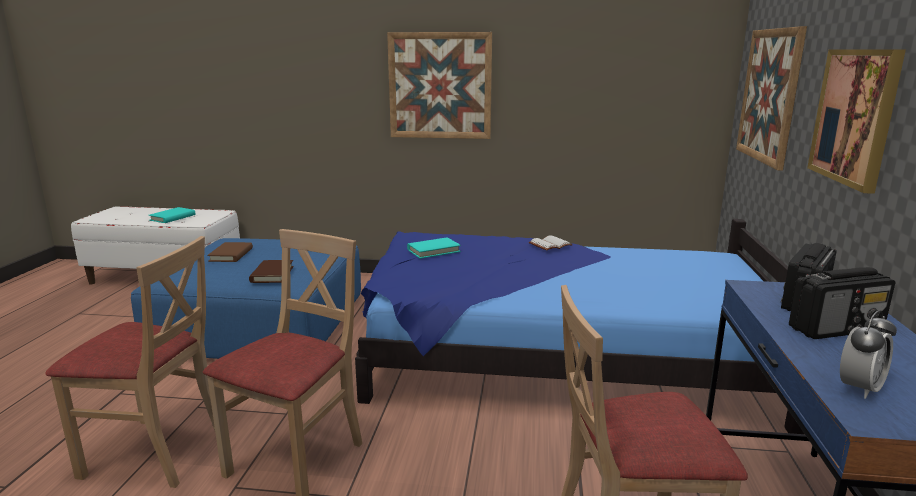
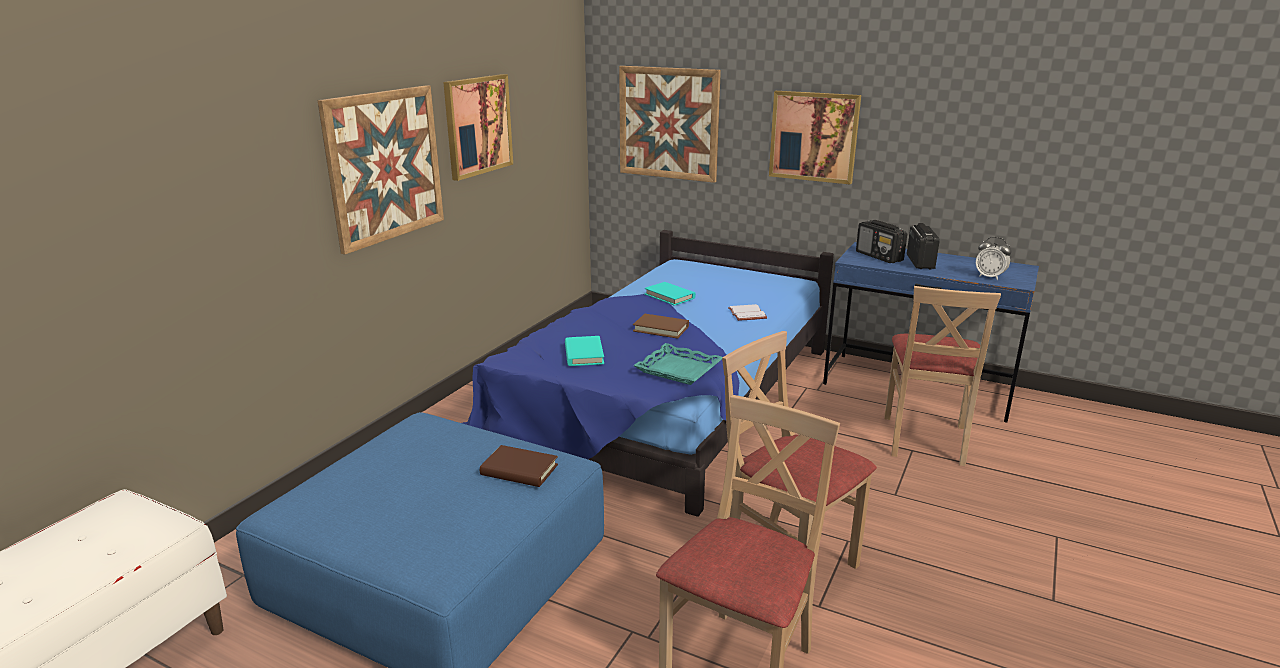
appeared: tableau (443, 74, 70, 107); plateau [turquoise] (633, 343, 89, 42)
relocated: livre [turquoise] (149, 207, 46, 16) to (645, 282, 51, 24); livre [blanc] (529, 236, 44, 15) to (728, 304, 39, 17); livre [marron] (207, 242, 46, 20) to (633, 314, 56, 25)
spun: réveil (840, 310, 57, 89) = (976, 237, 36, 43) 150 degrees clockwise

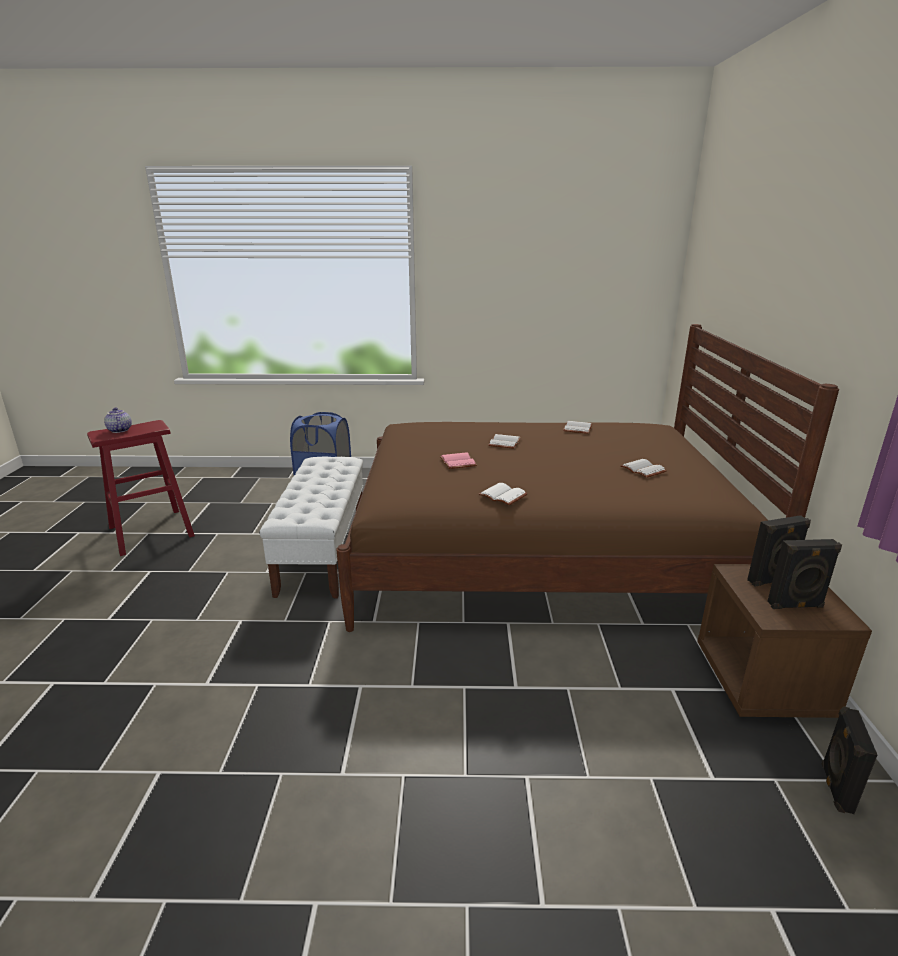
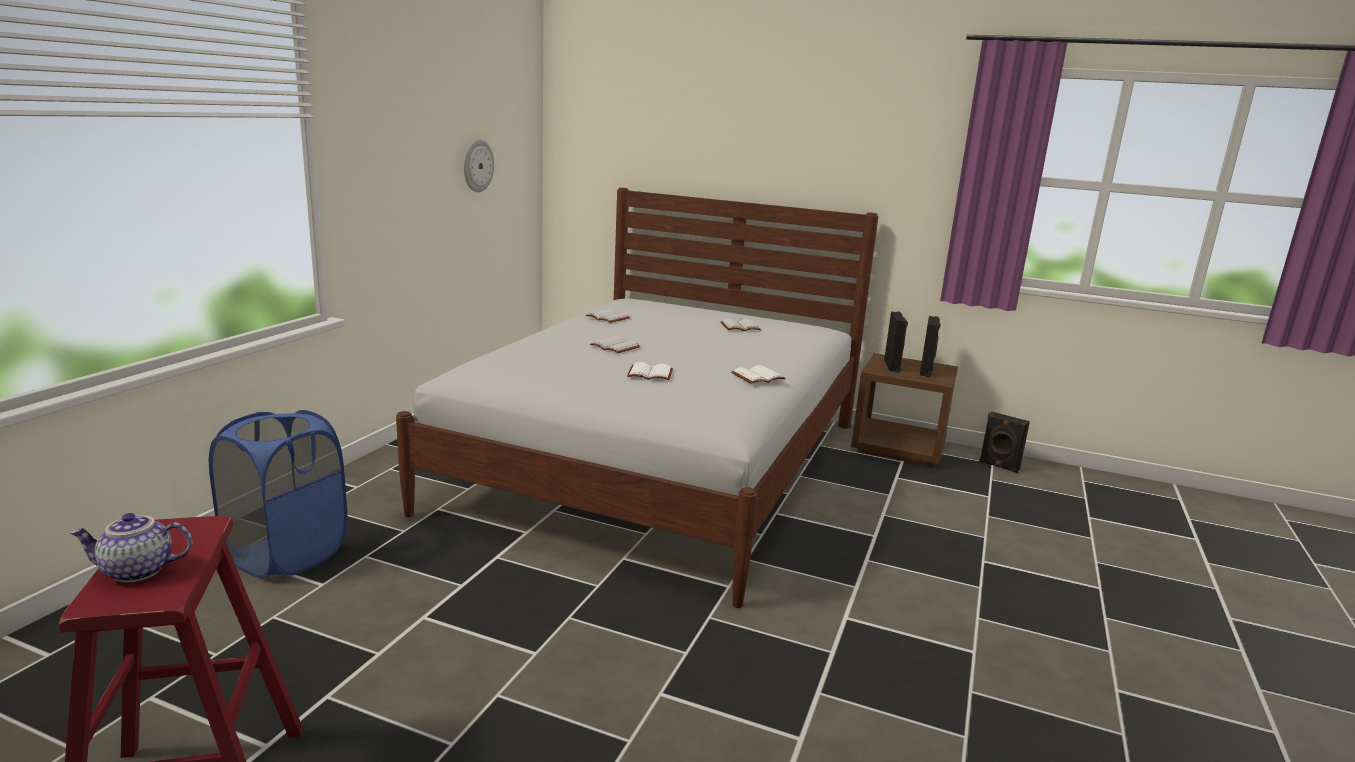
missing: banc [blanc] (259, 456, 104, 142)
appeared: horloge murale (464, 140, 30, 52)
colour: lit [marron] (337, 324, 502, 308) to lit [blanc] (396, 188, 482, 420); livre [rose] (440, 452, 37, 17) to livre [blanc] (627, 362, 46, 18)

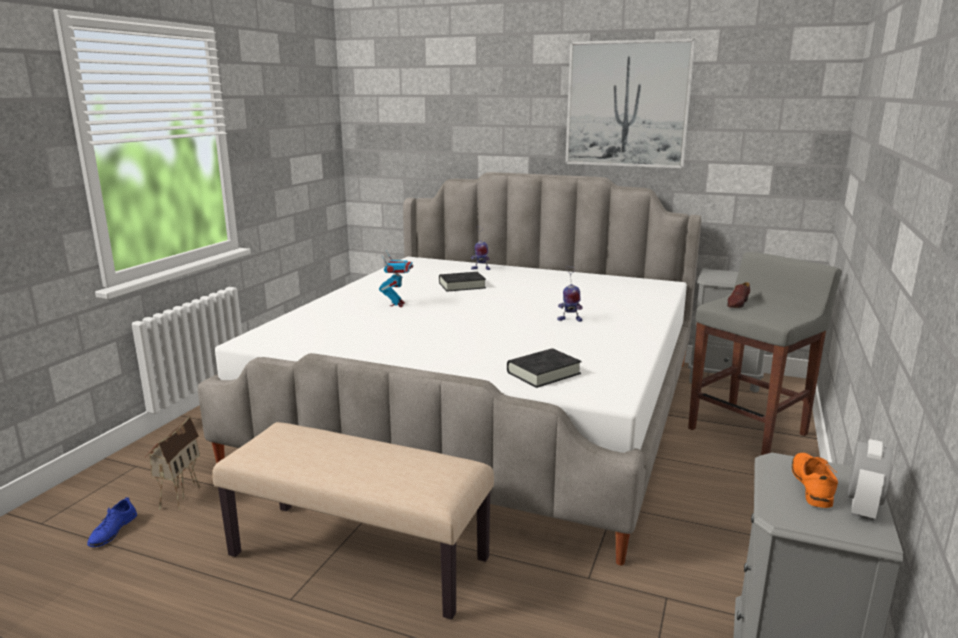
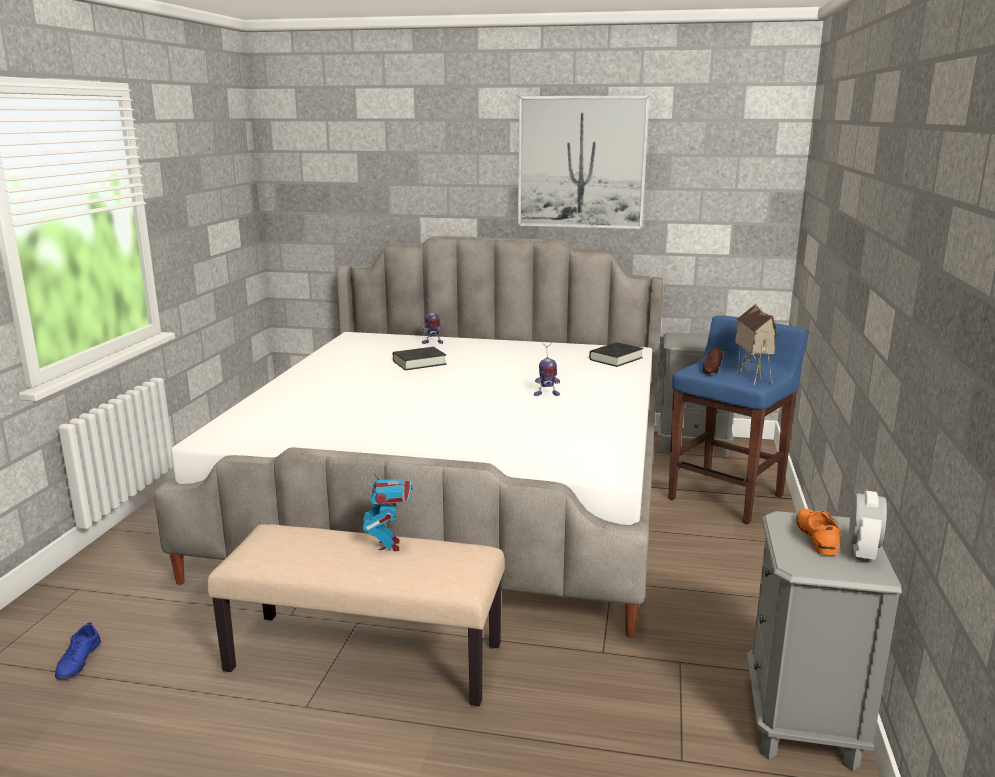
relocated: robot jouet (379, 251, 34, 56) to (363, 466, 49, 85); livre [noir] (507, 348, 75, 40) to (589, 342, 54, 25); maison miniature (145, 416, 56, 95) to (735, 303, 43, 82)
colour: tabouret [gris] (688, 252, 154, 203) to tabouret [bleu] (668, 315, 141, 209)

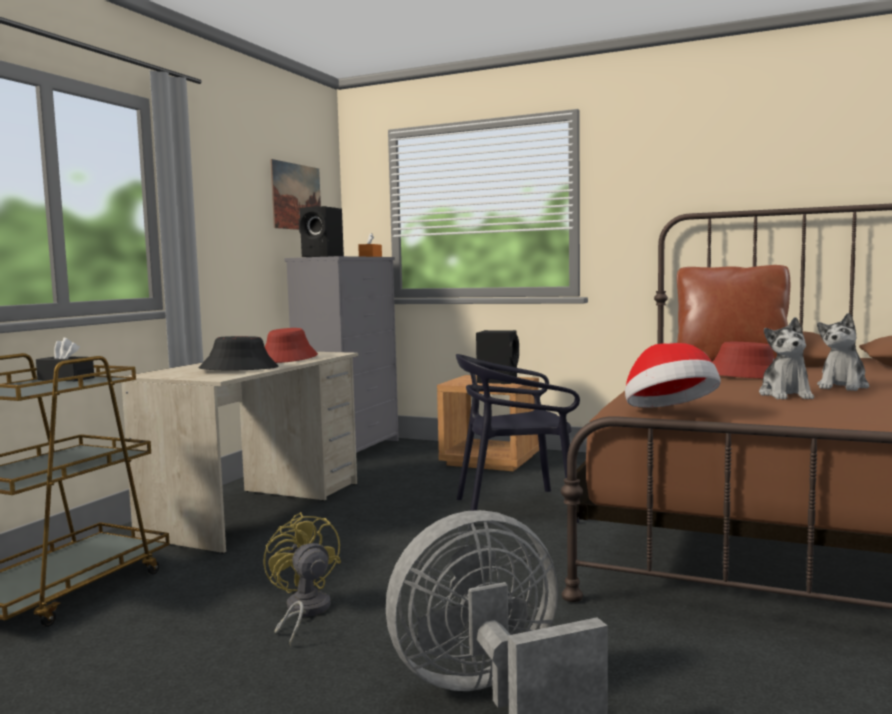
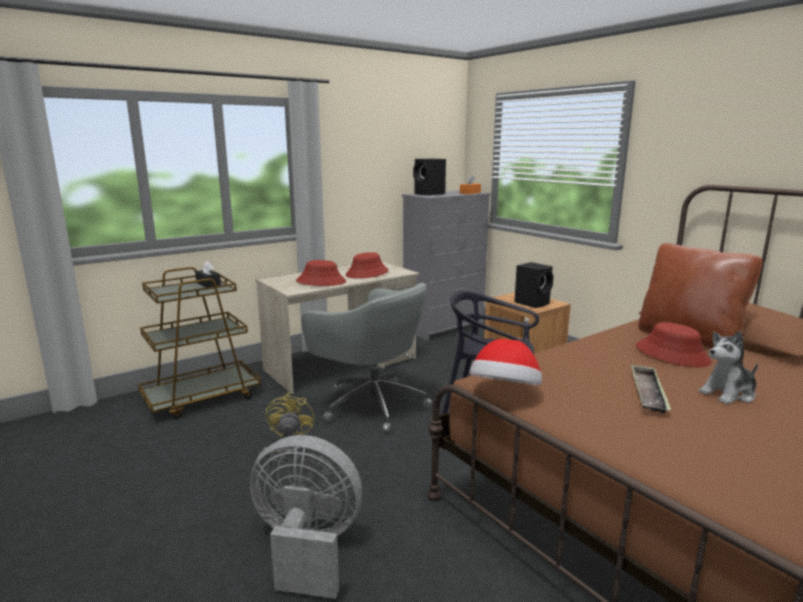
missing: tableau (270, 159, 51, 71)
appeared: chaise de bureau [gris] (301, 283, 131, 150)
exchanged: peluche (759, 317, 55, 82) to plateau (631, 364, 40, 50)
colour: chapeau [noir] (199, 336, 80, 34) to chapeau [rouge] (296, 260, 50, 26)

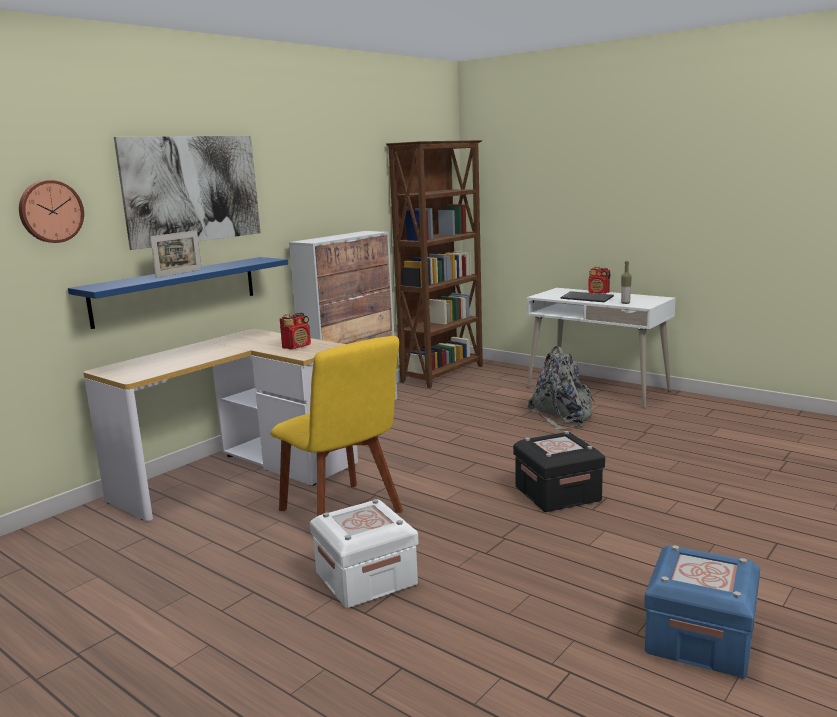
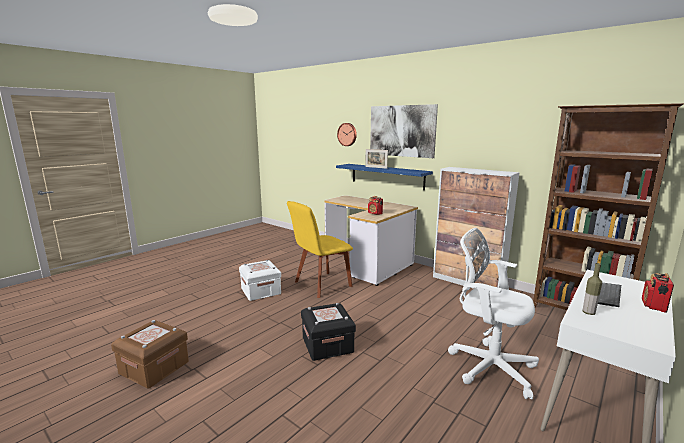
exchanged: sac à dos [gris] (527, 346, 68, 84) to chaise de bureau [blanc] (448, 228, 91, 171)
colour: boîte de rangement [bleu] (644, 545, 116, 133) to boîte de rangement [marron] (111, 320, 78, 69)

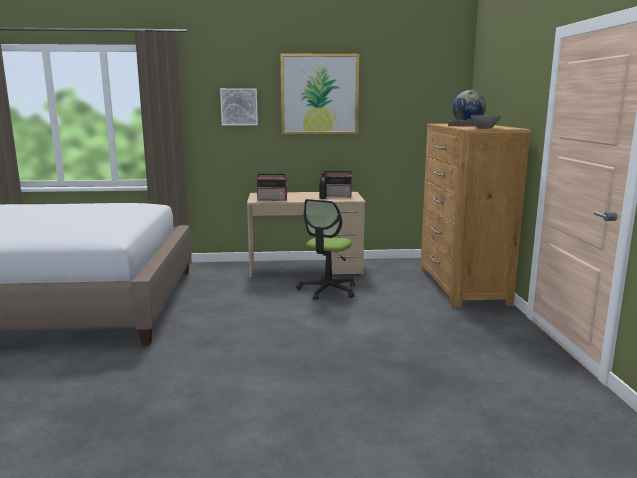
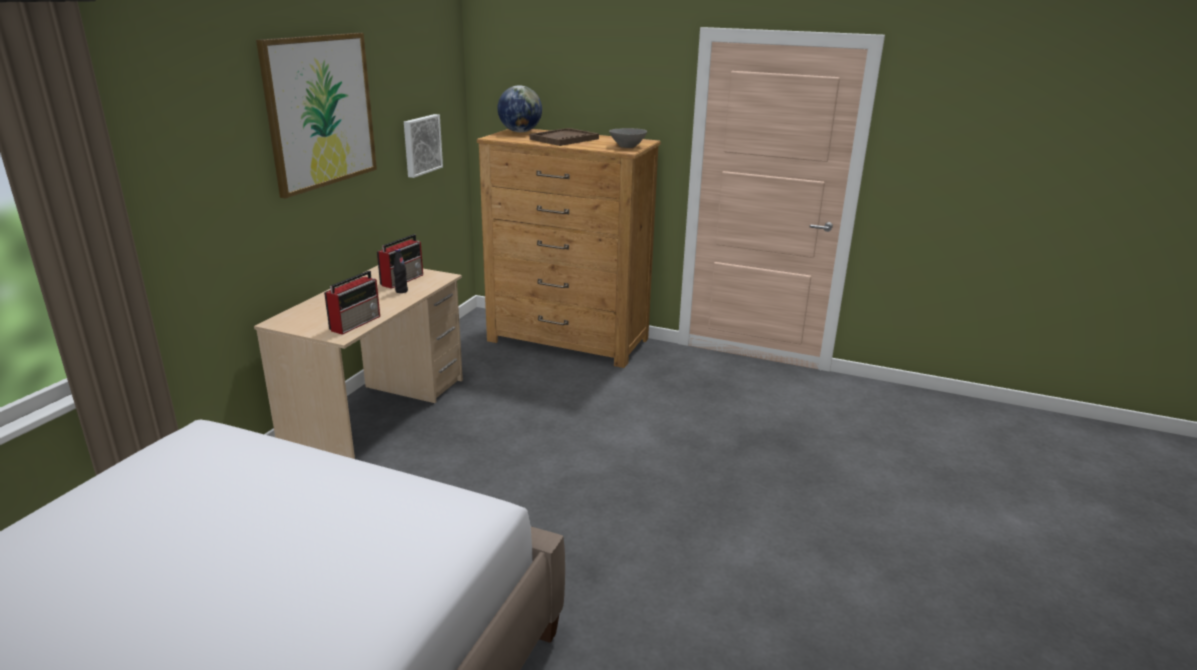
missing: chaise de bureau (296, 199, 59, 101)
relocated: tableau (220, 88, 38, 37) to (404, 114, 39, 64)

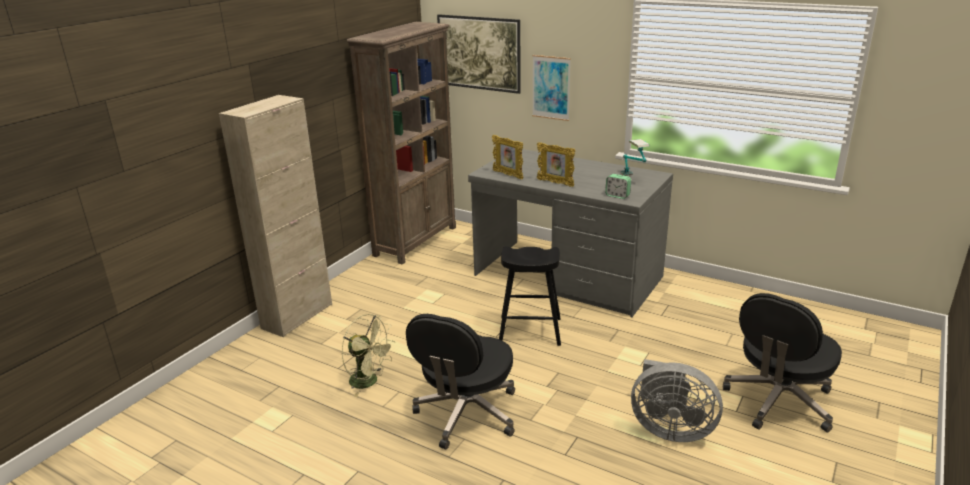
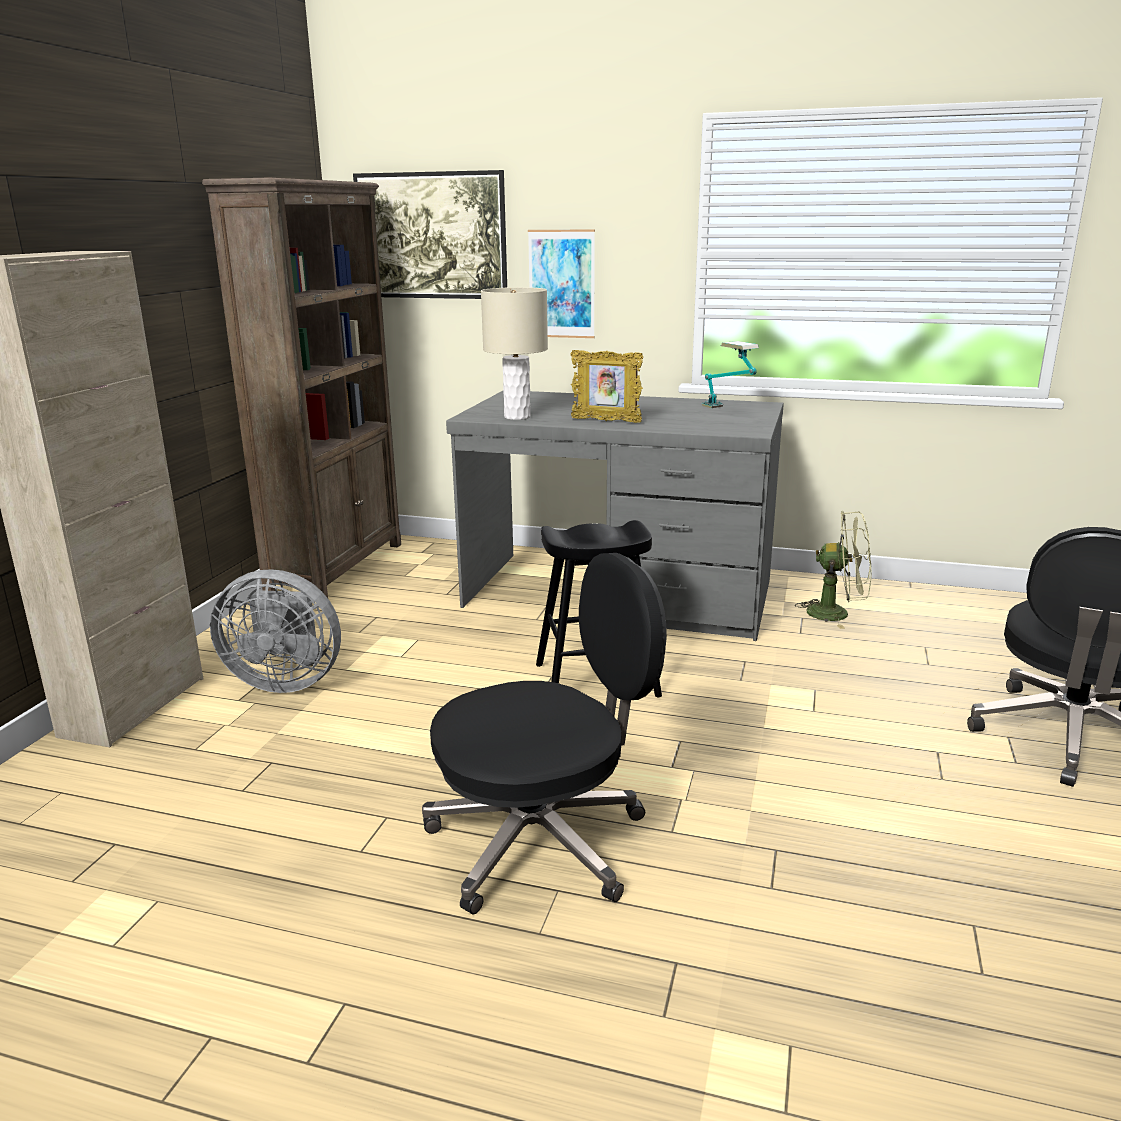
missing: réveil (605, 174, 26, 25)
relocated: ventilateur [vert] (341, 314, 54, 83) to (795, 510, 76, 119); ventilateur [gris] (631, 359, 92, 83) to (210, 569, 131, 124)
exchanged: cadre photo (492, 135, 31, 44) to lampe de table [beige] (481, 287, 67, 133)
spun: chaise de bureau [noir] (406, 314, 109, 136) = (422, 553, 245, 362) 120 degrees counterclockwise

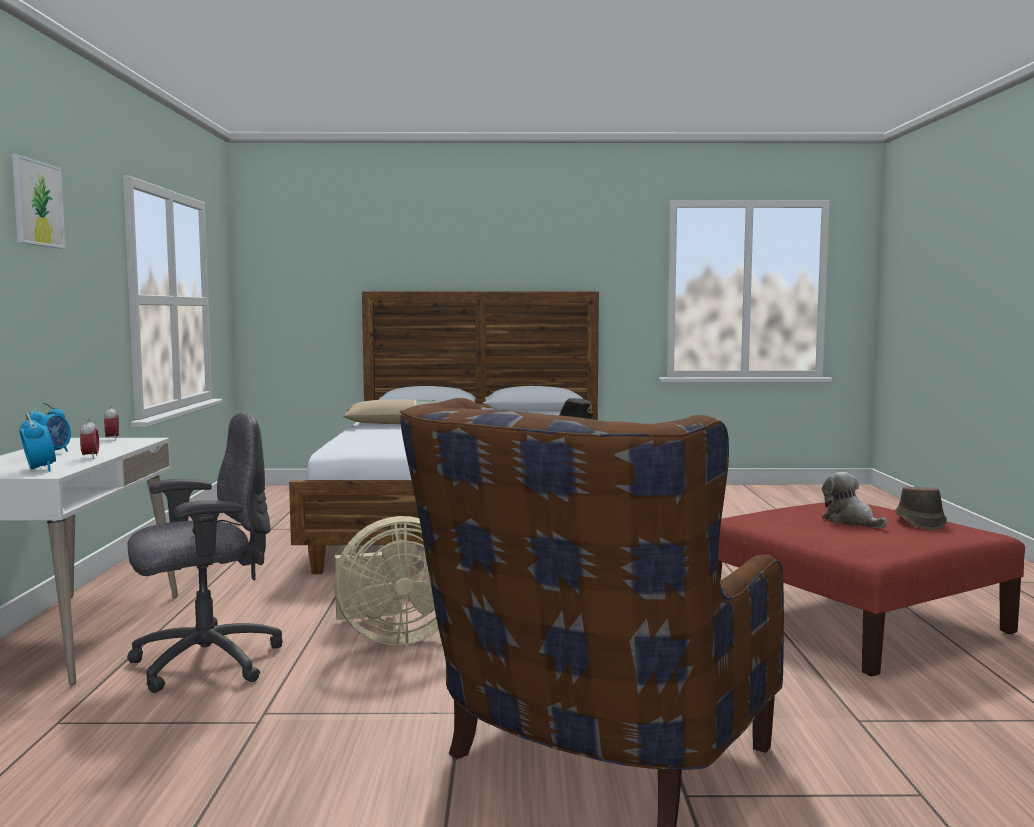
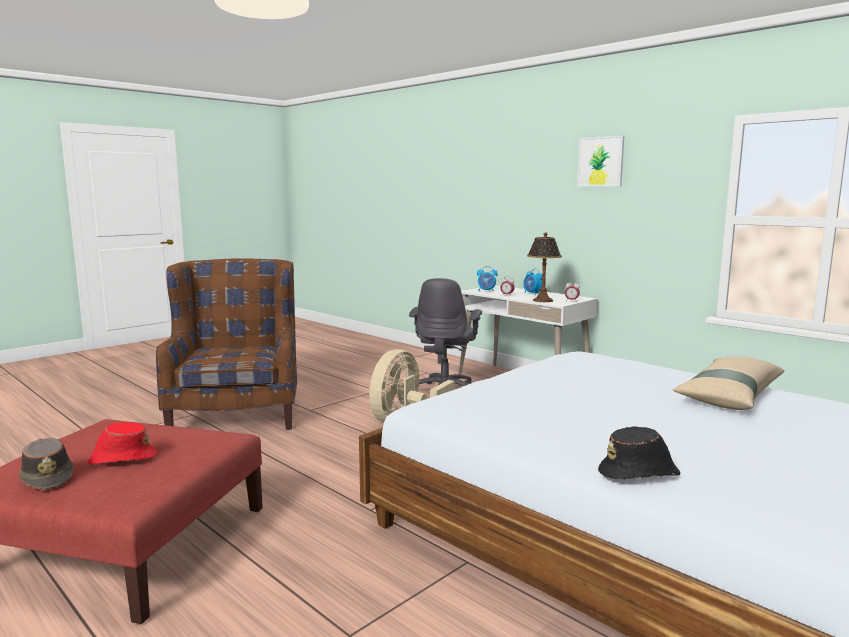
appeared: lampe de table (527, 233, 35, 69)
exchanged: peluche (822, 472, 65, 56) to chapeau [rouge] (88, 422, 69, 42)

